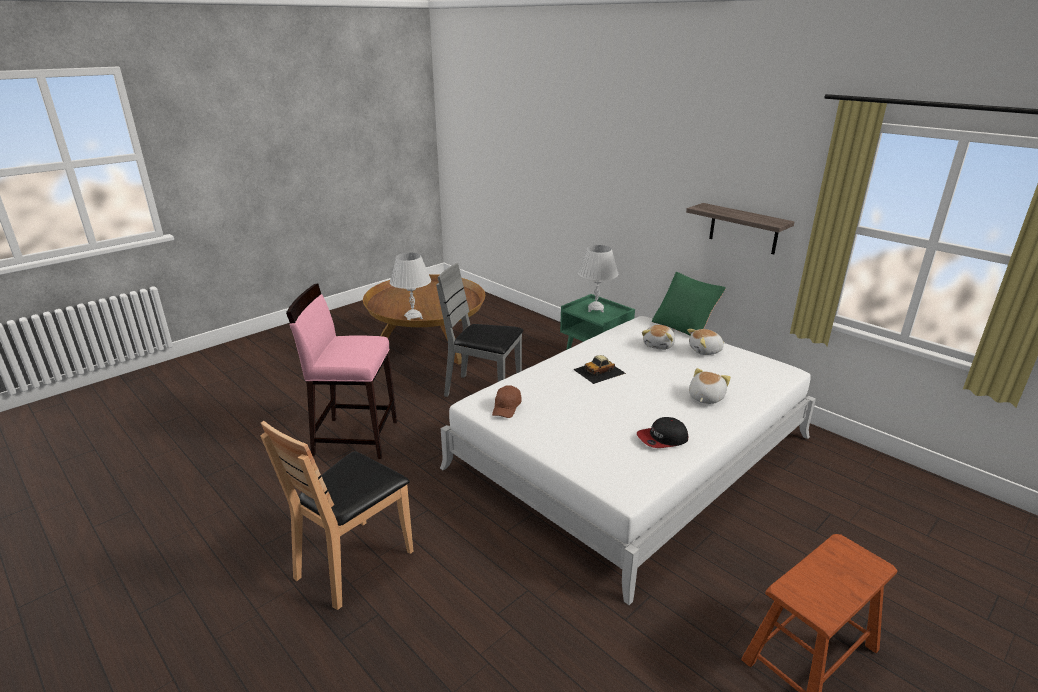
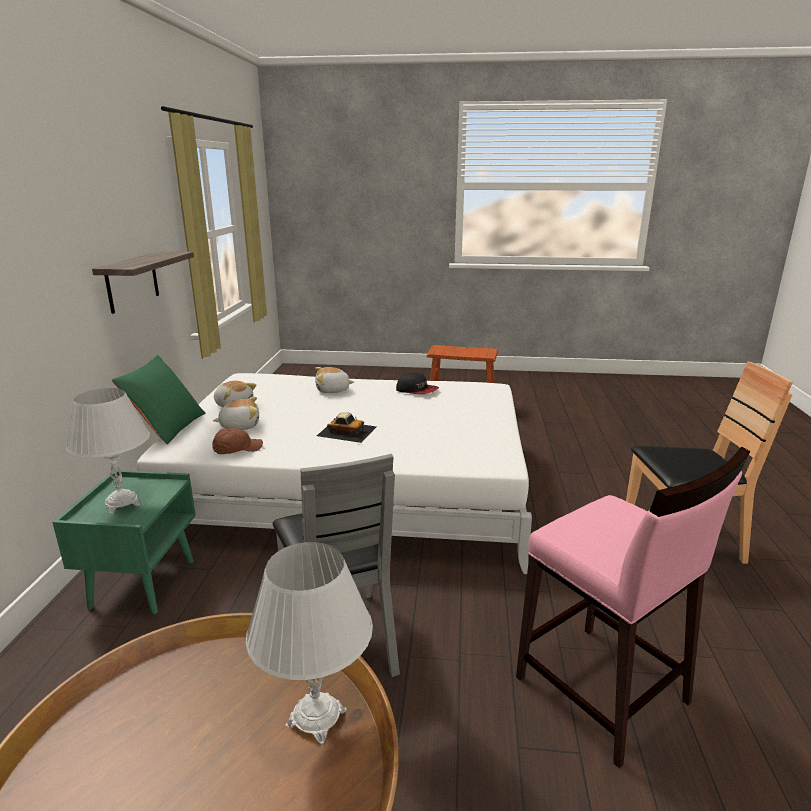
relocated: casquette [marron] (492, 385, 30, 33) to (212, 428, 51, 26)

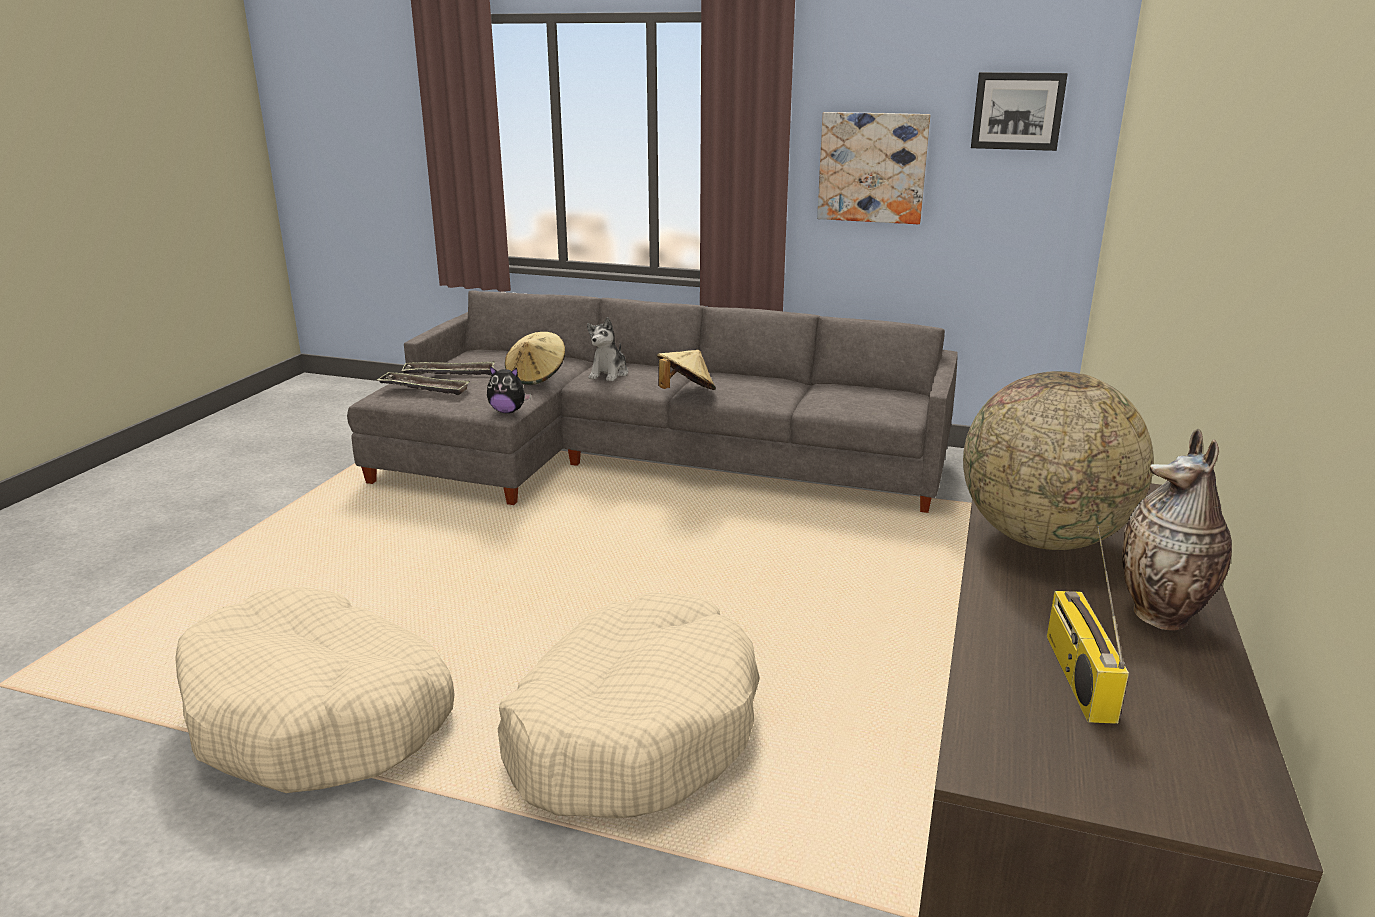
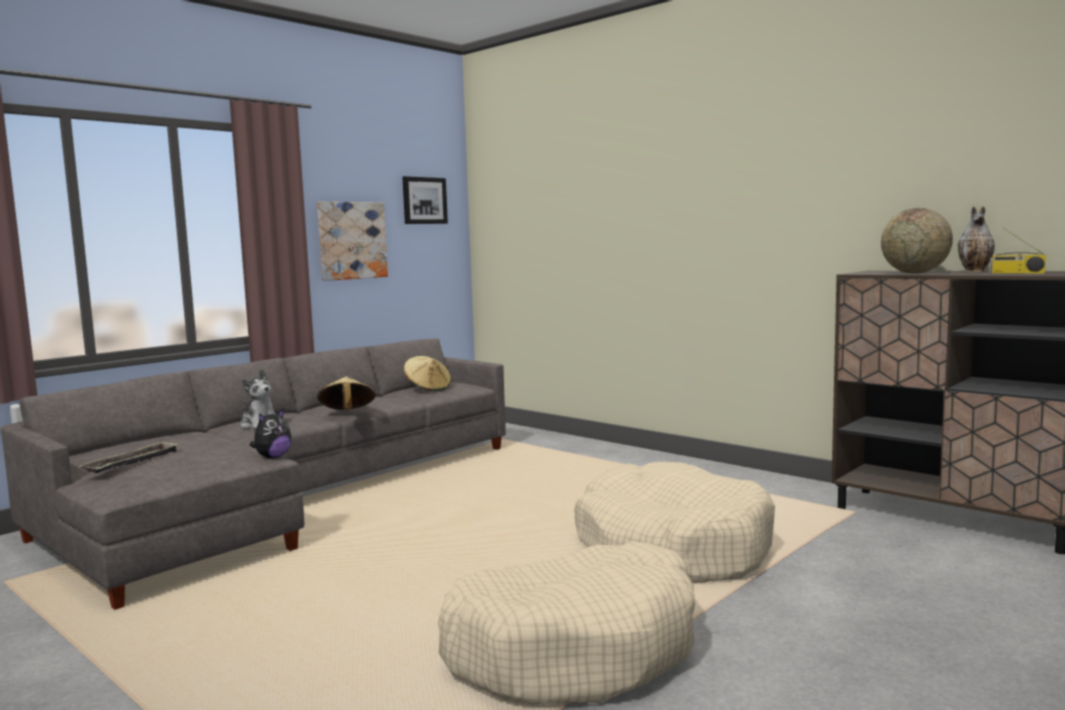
missing: plateau (377, 372, 93, 23)
relocated: chapeau [beige] (505, 332, 60, 53) to (404, 356, 47, 35)

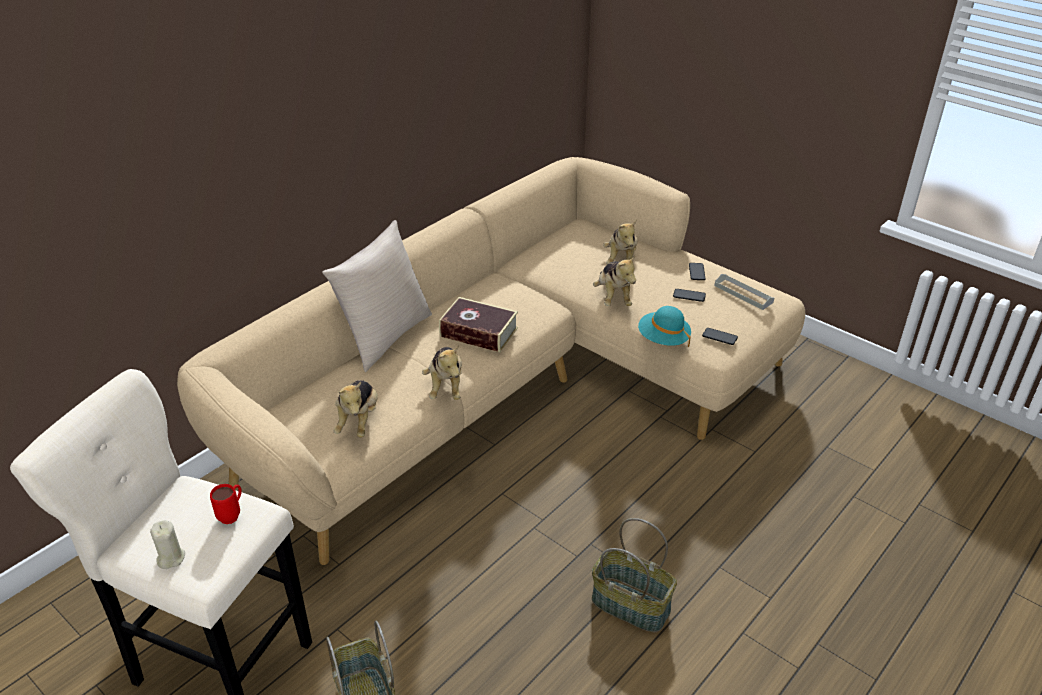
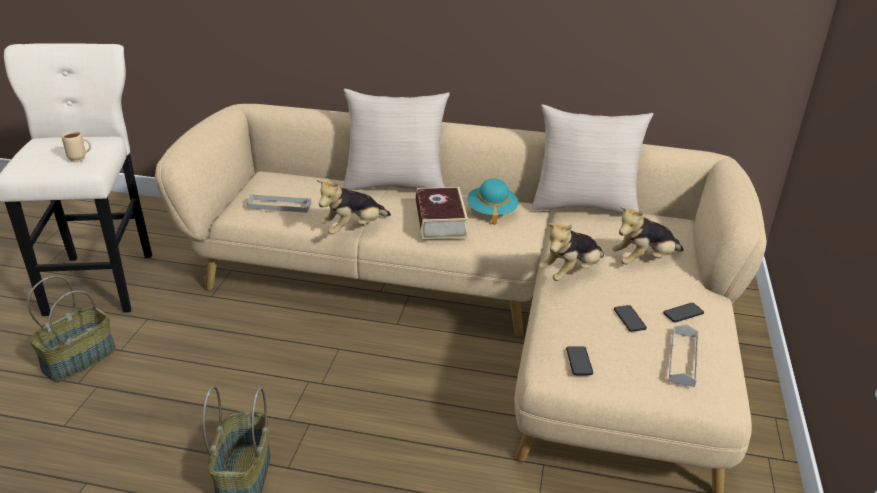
missing: bougie [beige] (150, 520, 35, 49)
appeared: coussin [beige] (531, 105, 122, 110)
relocated: chapeau [turquoise] (638, 306, 53, 41) to (467, 179, 51, 46)
exchanged: peluche (334, 380, 44, 57) to plateau [gris] (247, 194, 64, 19)
colour: mug [rouge] (210, 484, 32, 40) to mug [beige] (62, 131, 29, 31)

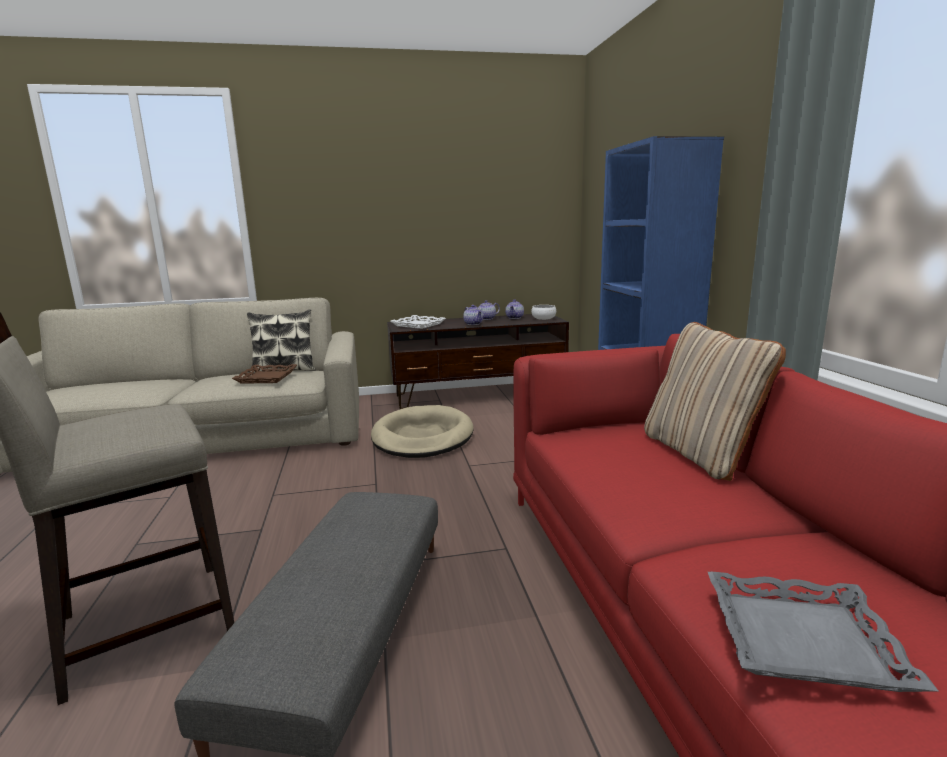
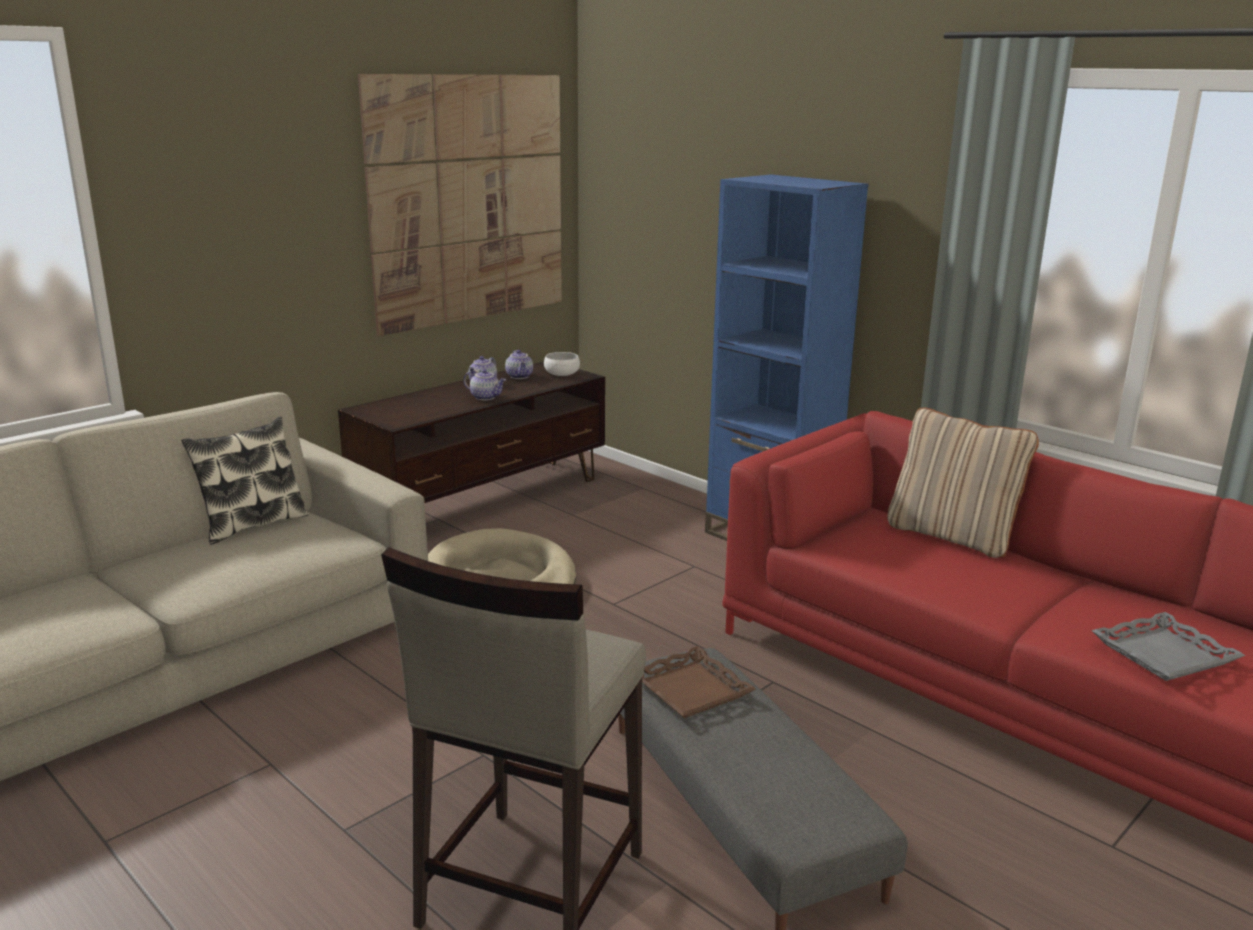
missing: plateau [blanc] (390, 315, 56, 14)
appeared: tableau (358, 74, 204, 262)
relocated: plateau [marron] (232, 364, 65, 20) to (642, 646, 114, 72)

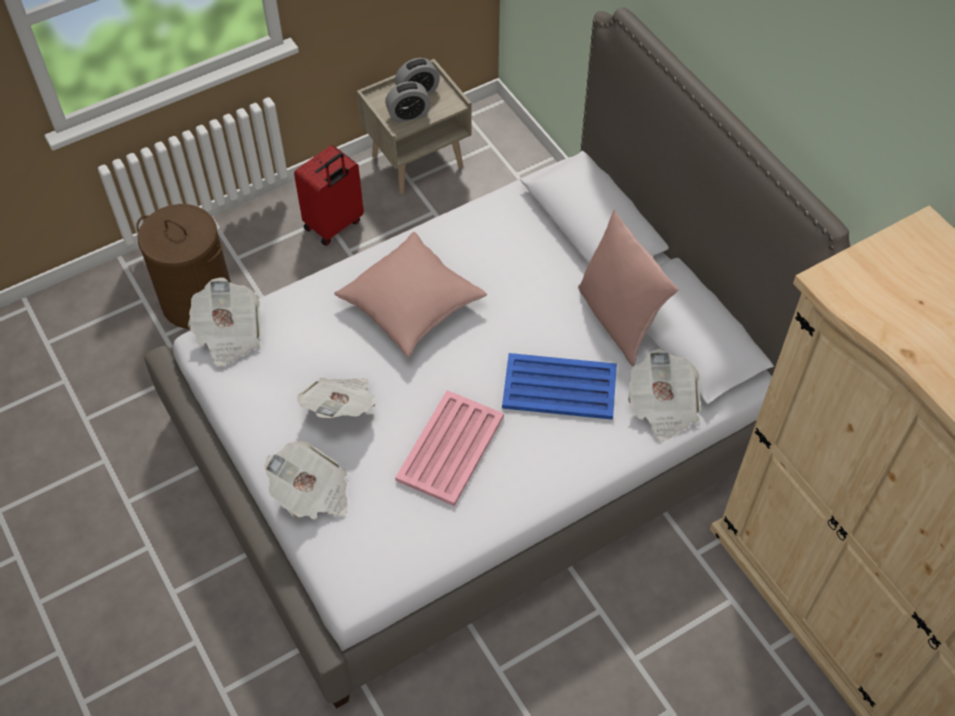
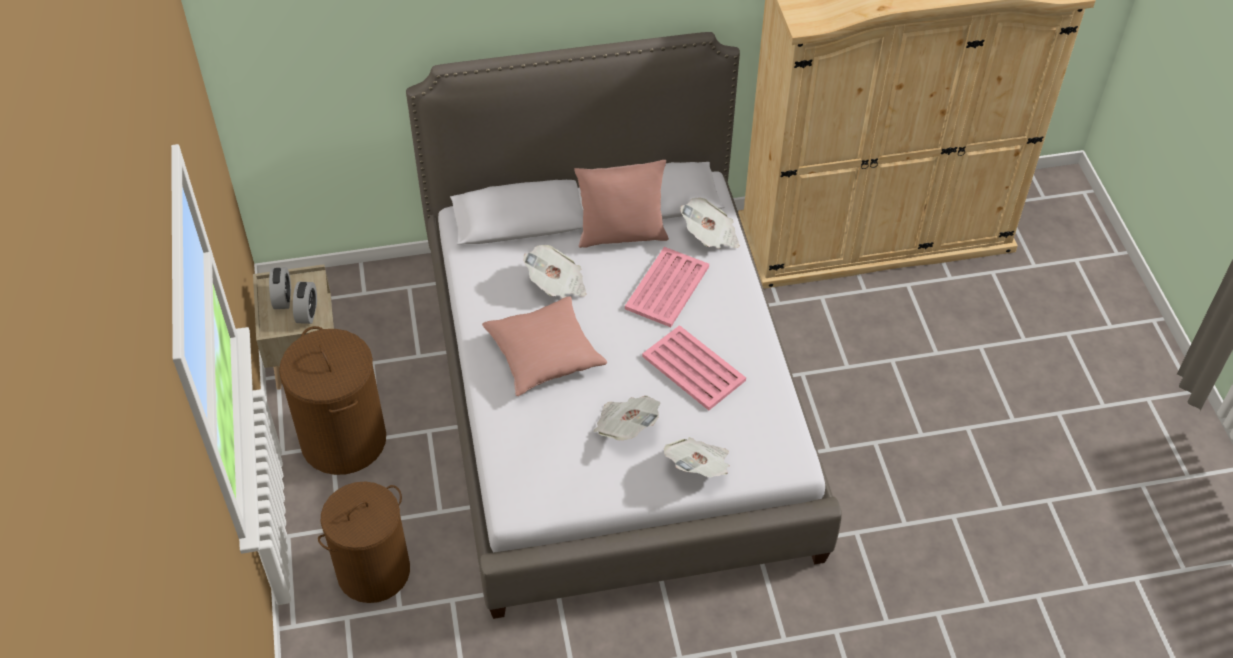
relocated: journal (188, 277, 73, 90) to (523, 245, 63, 53)
exchanged: valise [rouge] (294, 145, 70, 101) to panier à linge [marron] (279, 326, 107, 149)
colour: plateau [bleu] (502, 353, 115, 67) to plateau [rose] (625, 247, 84, 80)

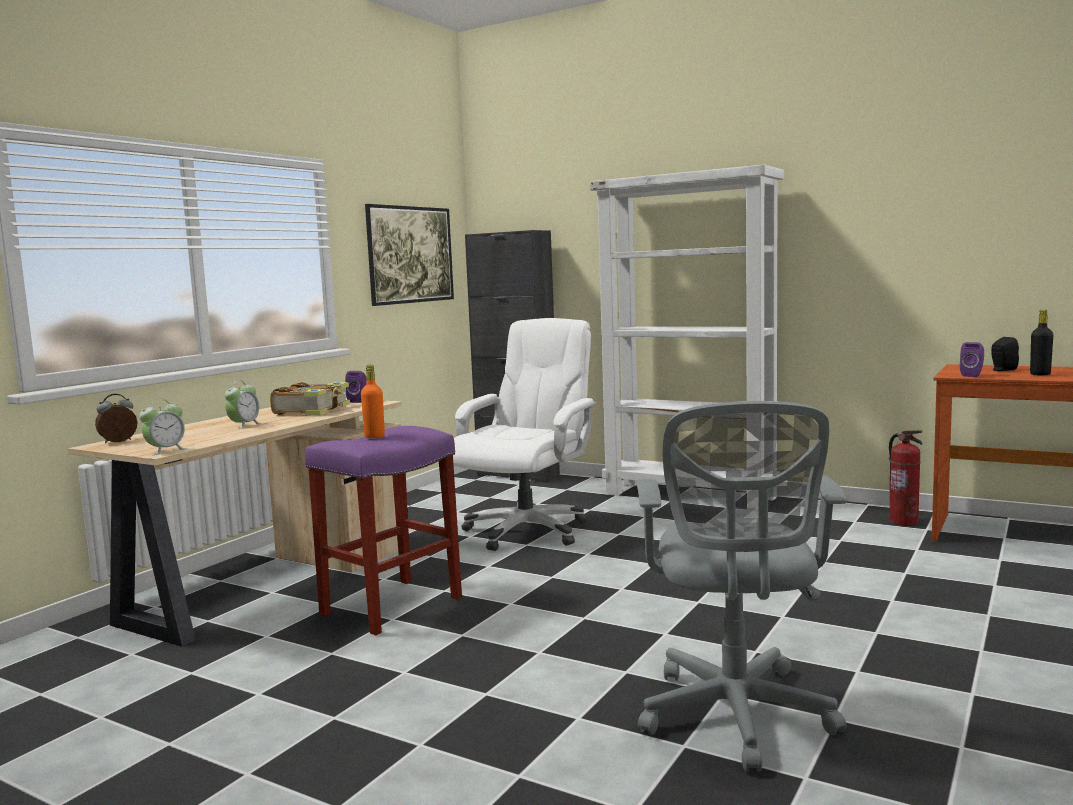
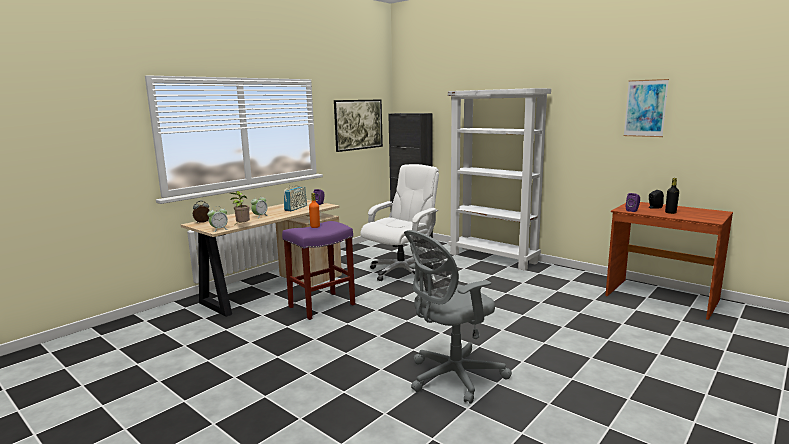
missing: extincteur (889, 430, 33, 96)
appeared: tableau (624, 79, 45, 58); plante en pot (230, 191, 20, 33)
exchanged: livre (270, 382, 80, 33) to radio (284, 185, 23, 26)
spun: chaise de bureau [gris] (636, 401, 211, 371) = (404, 230, 108, 174) 45 degrees clockwise

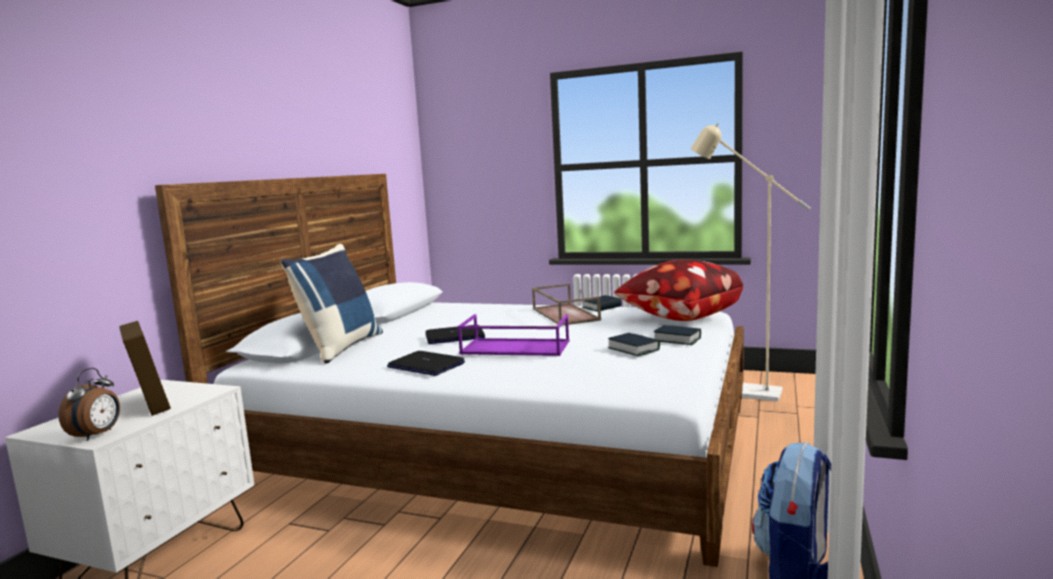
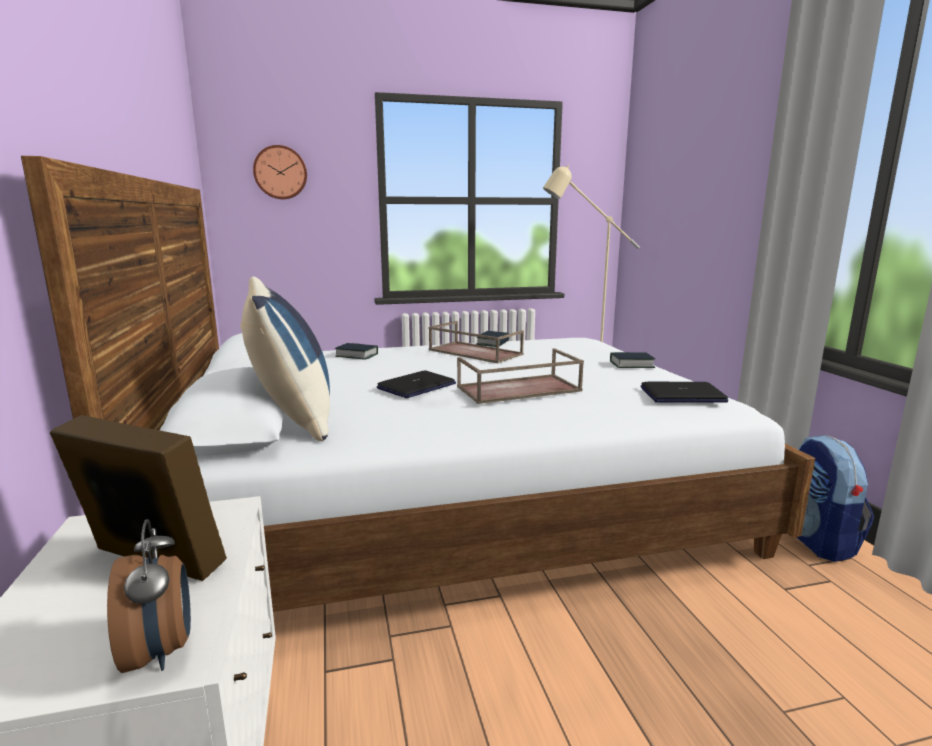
missing: coussin (614, 260, 130, 61)
appeared: horloge murale (253, 145, 54, 54)
relocated: livre (608, 333, 52, 23) to (335, 343, 43, 17); ordinateur portable (387, 351, 78, 25) to (641, 382, 87, 21)
colour: plateau [violet] (457, 314, 113, 42) to plateau [marron] (457, 348, 127, 56)

